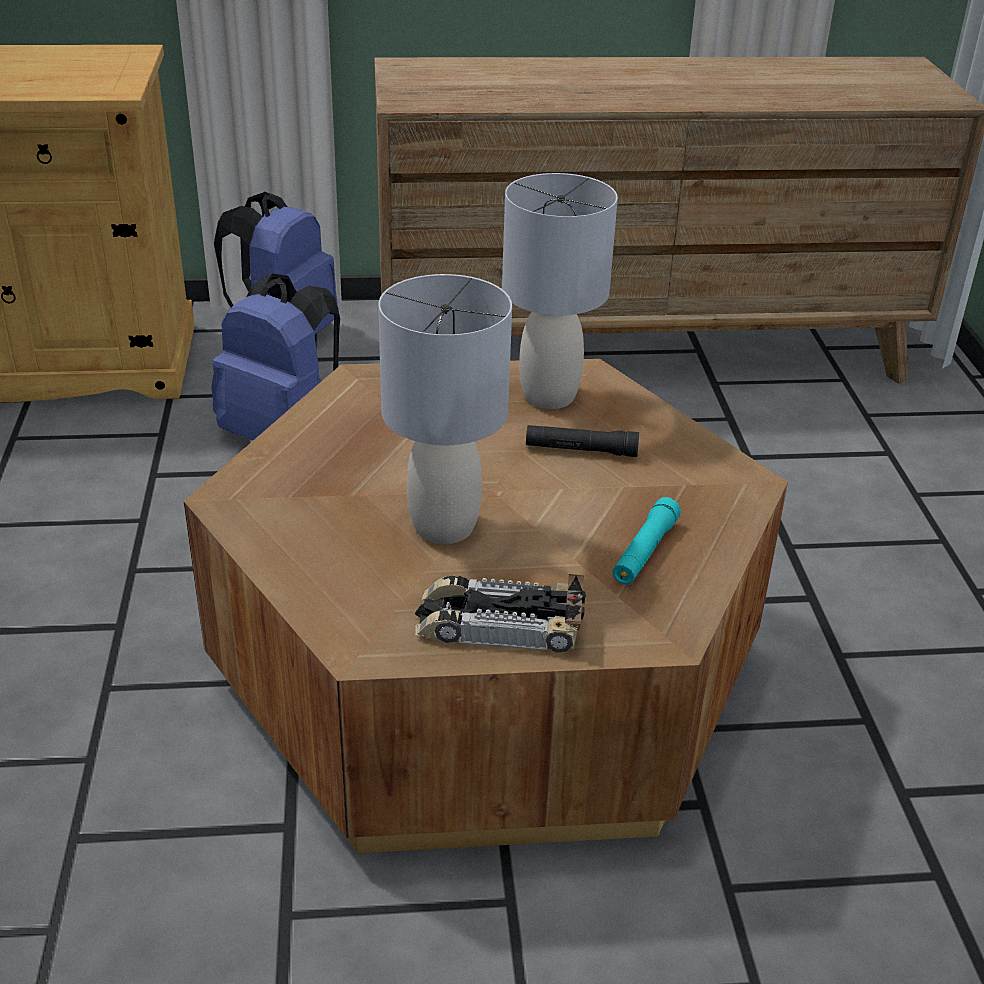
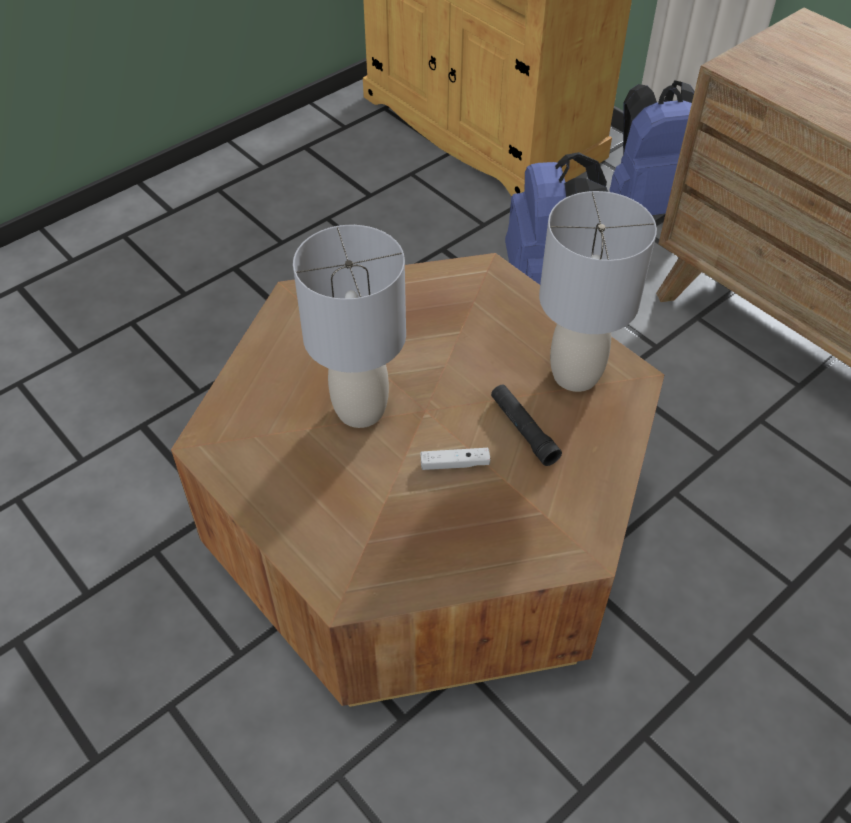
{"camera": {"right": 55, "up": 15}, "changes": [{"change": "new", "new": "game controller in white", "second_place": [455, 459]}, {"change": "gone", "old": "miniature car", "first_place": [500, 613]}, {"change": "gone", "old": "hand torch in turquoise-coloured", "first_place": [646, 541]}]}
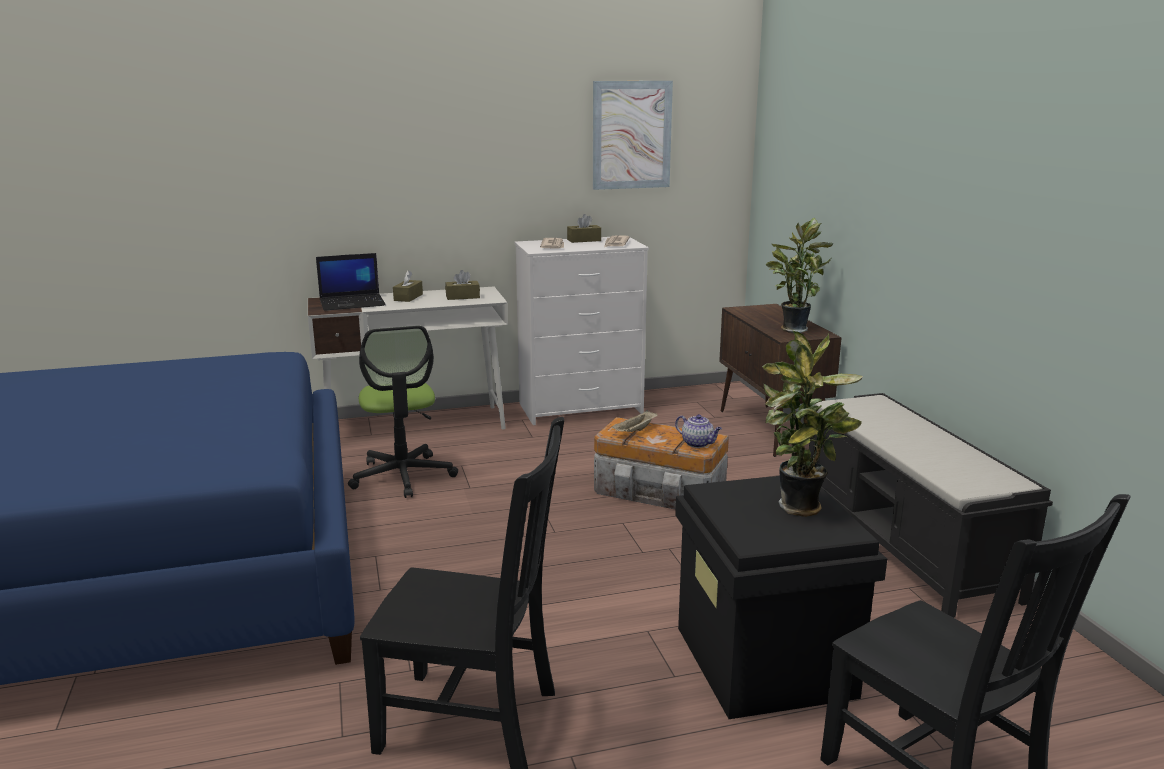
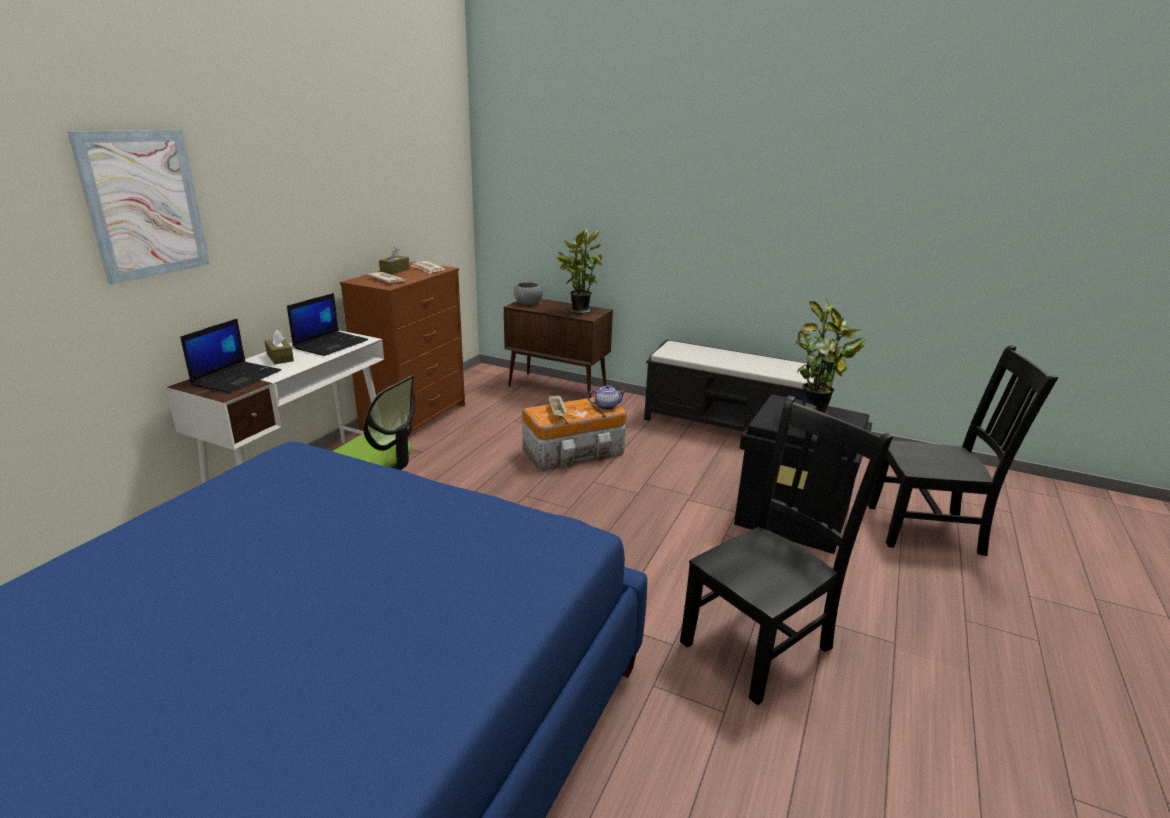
{"camera": {"right": -50, "up": 5}, "changes": [{"change": "shifted", "old": "wall picture", "first_place": [633, 135], "second_place": [138, 207]}, {"change": "swapped", "old": "tissue holder in brownish", "new": "notebook computer", "first_place": [462, 285], "second_place": [328, 324]}, {"change": "repainted", "old": "chest of drawers in white", "new": "chest of drawers in brownish", "first_place": [581, 331], "second_place": [402, 347]}, {"change": "new", "new": "bowl in grey", "second_place": [528, 293]}]}
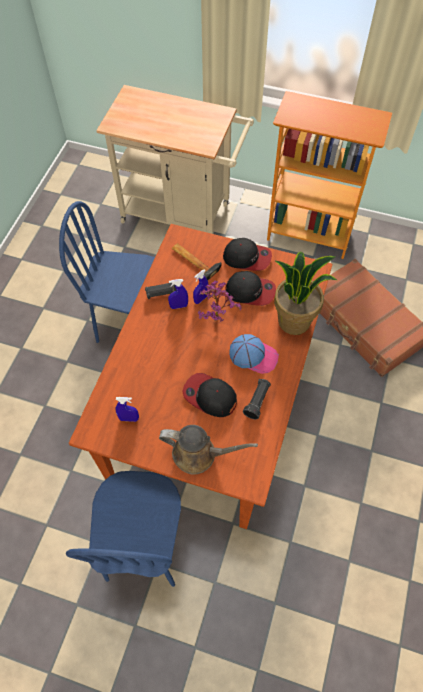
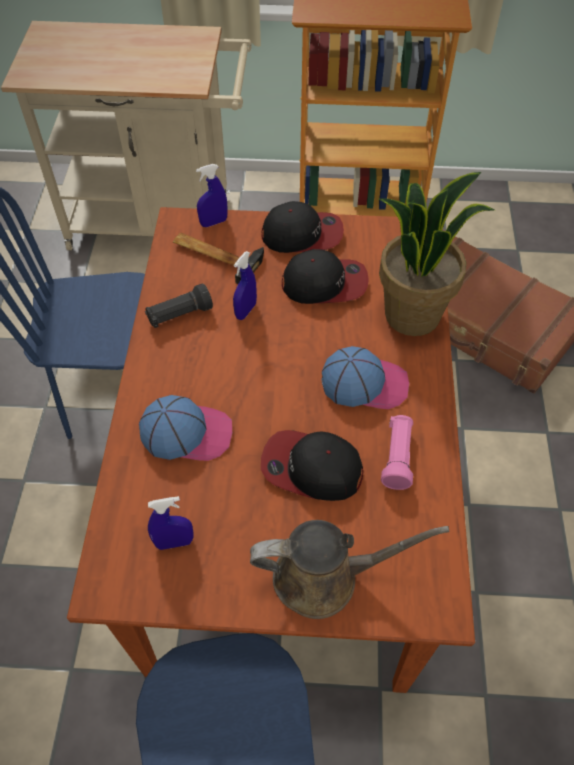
{"camera": {"right": -15, "up": -5}, "changes": [{"change": "new", "new": "baseball cap", "second_place": [185, 428]}, {"change": "shifted", "old": "spray bottle in blue", "first_place": [178, 294], "second_place": [212, 195]}, {"change": "repainted", "old": "hand torch in black-coloured", "new": "hand torch in pinkish", "first_place": [257, 399], "second_place": [397, 452]}, {"change": "gone", "old": "plant in a pot", "first_place": [219, 301]}]}
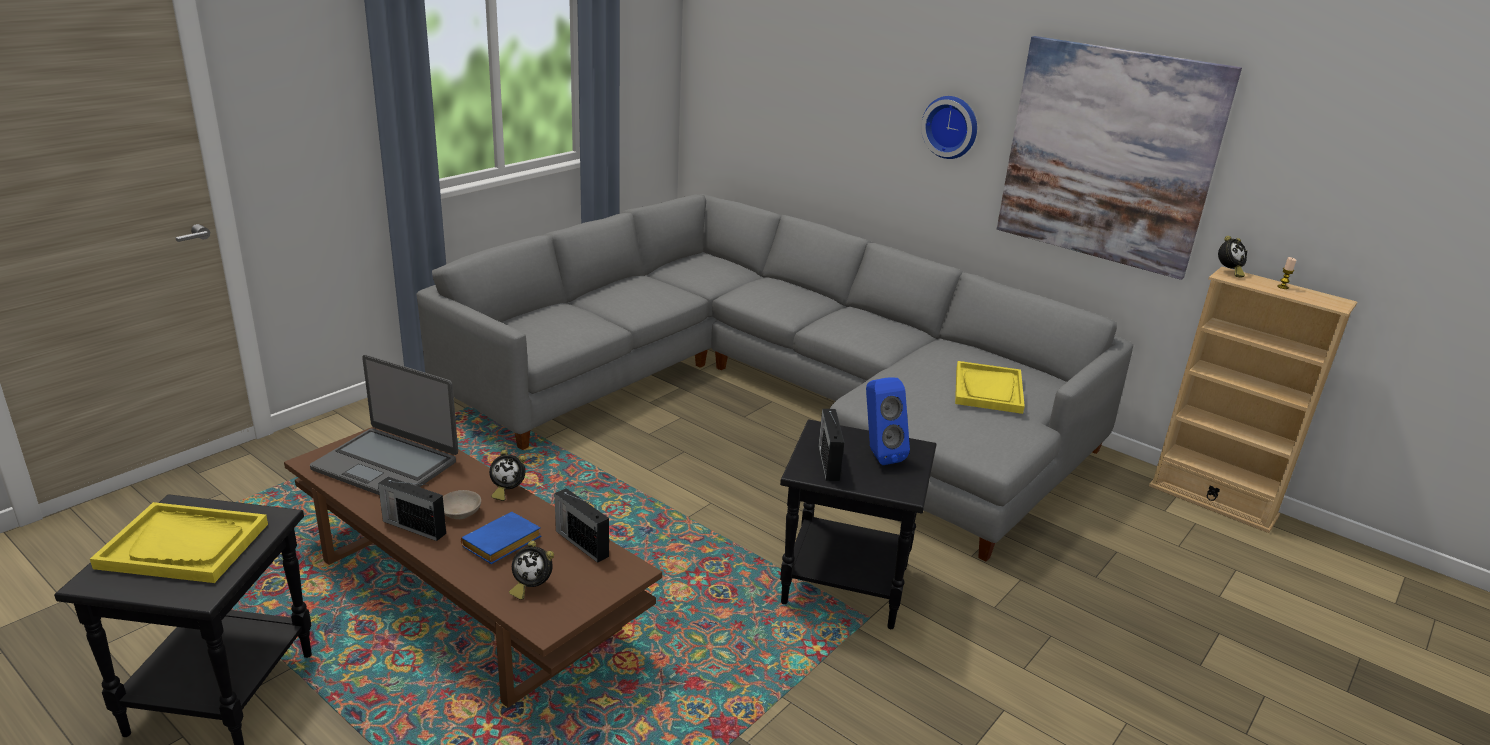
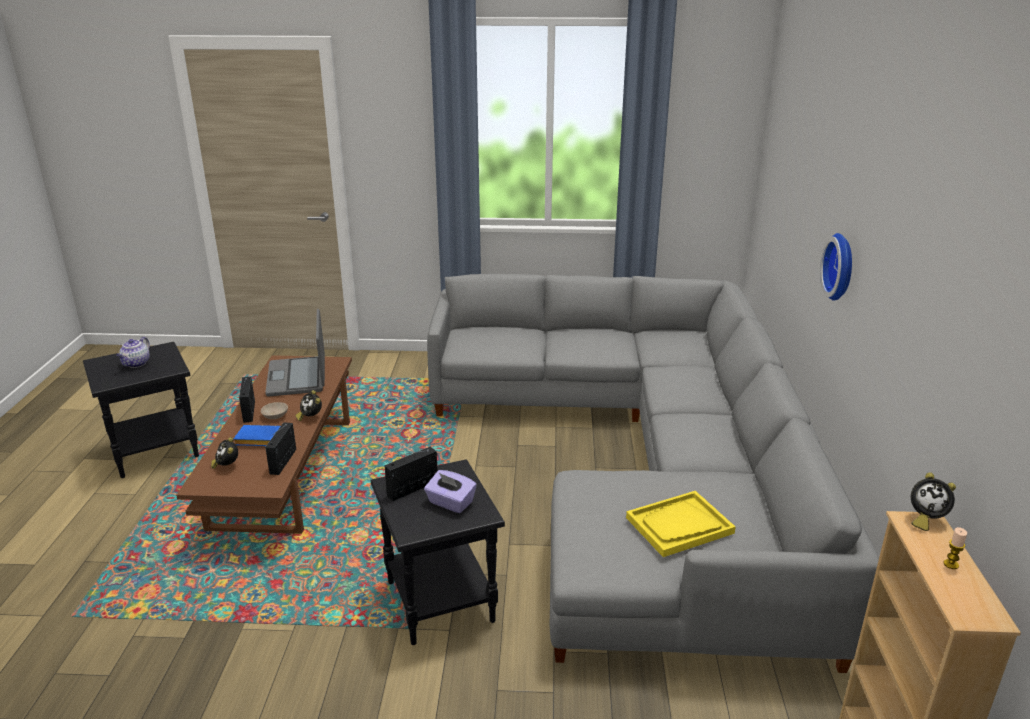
{"camera": {"right": 55, "up": 0}, "changes": [{"change": "swapped", "old": "tray in yellowish", "new": "teapot", "first_place": [179, 542], "second_place": [133, 352]}, {"change": "swapped", "old": "loudspeaker in blue", "new": "tissue holder in purplish", "first_place": [888, 421], "second_place": [450, 491]}, {"change": "gone", "old": "wall picture", "first_place": [1119, 158]}]}
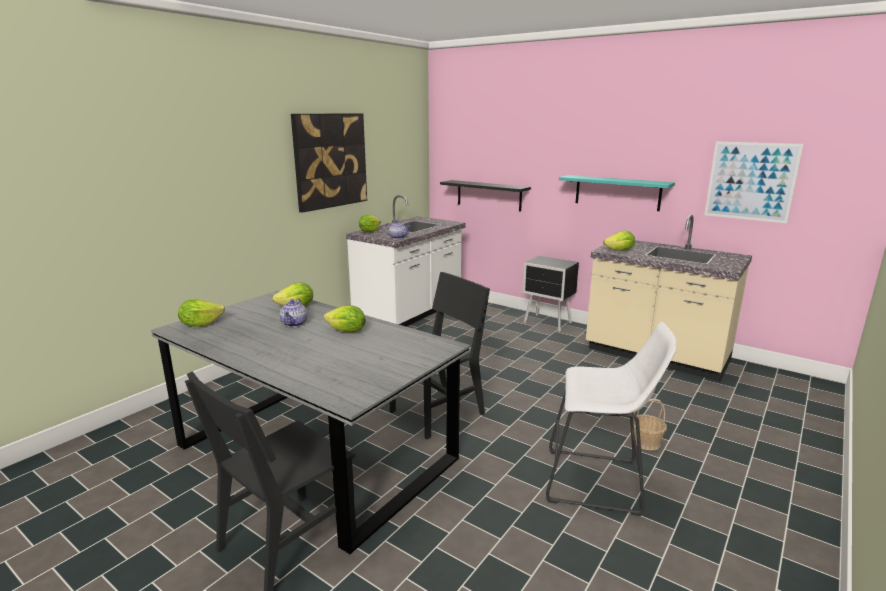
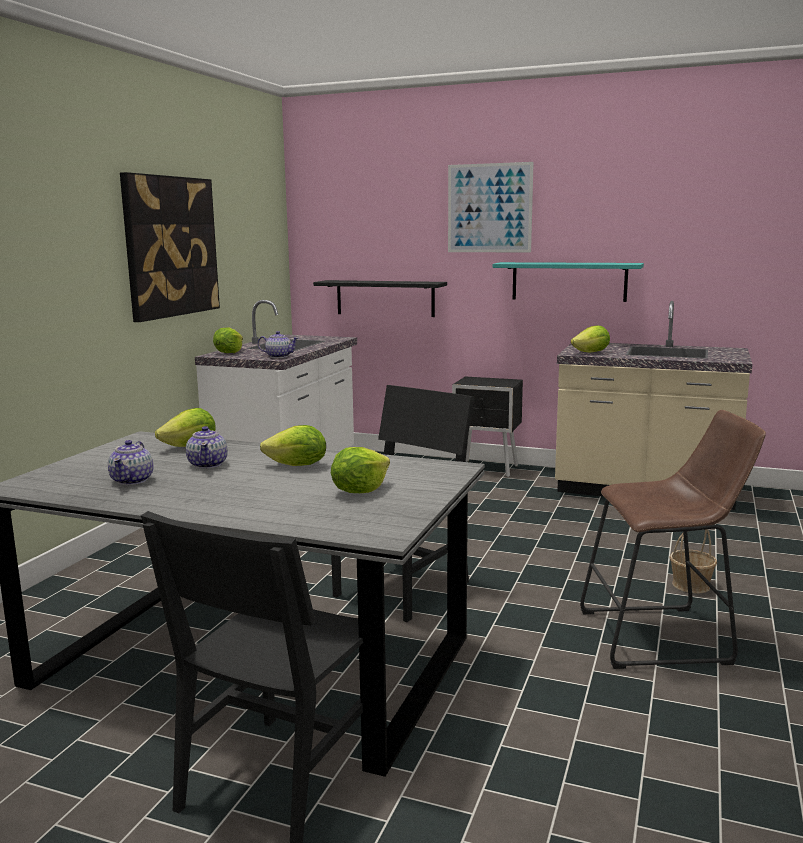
{"camera": {"right": -15, "up": -5}, "changes": [{"change": "new", "new": "teapot", "second_place": [130, 462]}, {"change": "shifted", "old": "head of lettuce", "first_place": [201, 313], "second_place": [360, 470]}, {"change": "shifted", "old": "wall picture", "first_place": [754, 182], "second_place": [491, 207]}, {"change": "repainted", "old": "stool seat in white", "new": "stool seat in brownish", "first_place": [611, 419], "second_place": [673, 539]}]}
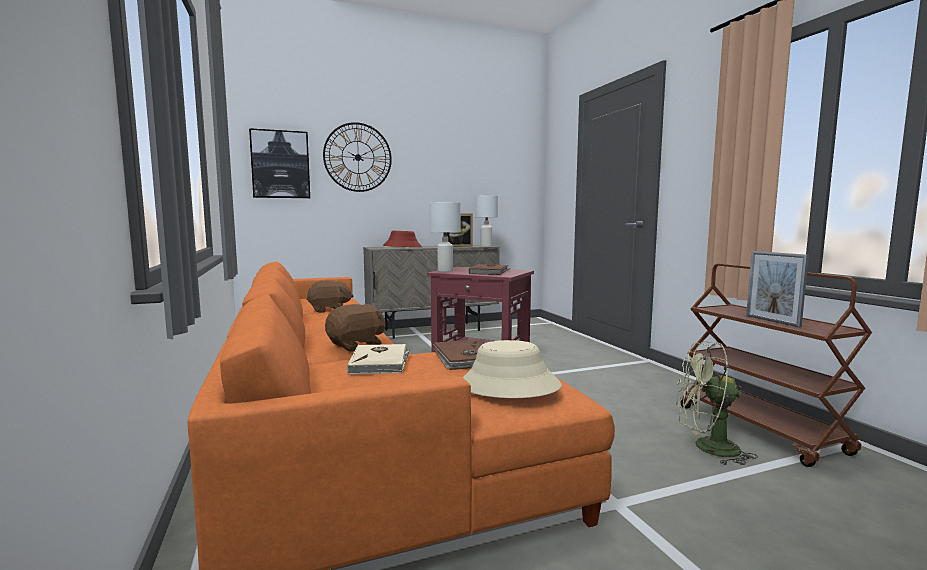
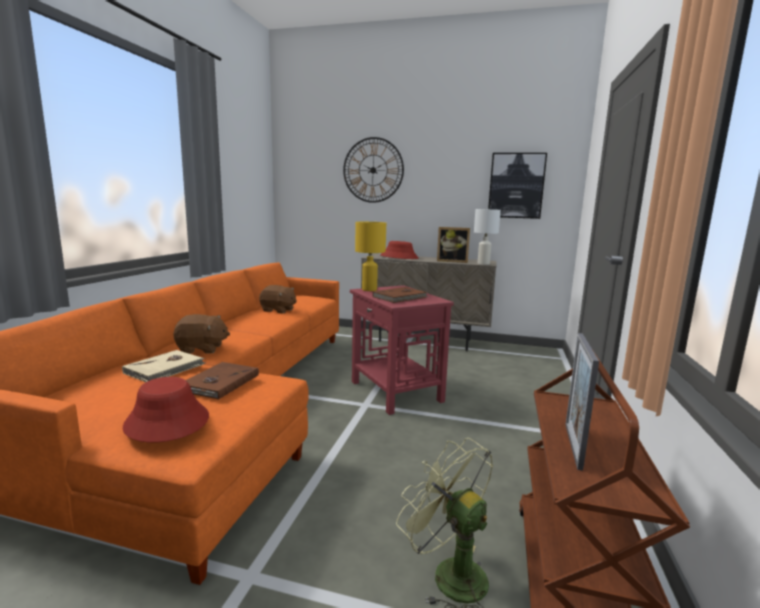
{"camera": {"right": 35, "up": 5}, "changes": [{"change": "repainted", "old": "hat in beige", "new": "hat in red", "first_place": [512, 369], "second_place": [166, 409]}, {"change": "repainted", "old": "tabletop lamp in white", "new": "tabletop lamp in yellowish", "first_place": [444, 237], "second_place": [370, 256]}, {"change": "shifted", "old": "wall picture", "first_place": [279, 163], "second_place": [517, 186]}]}
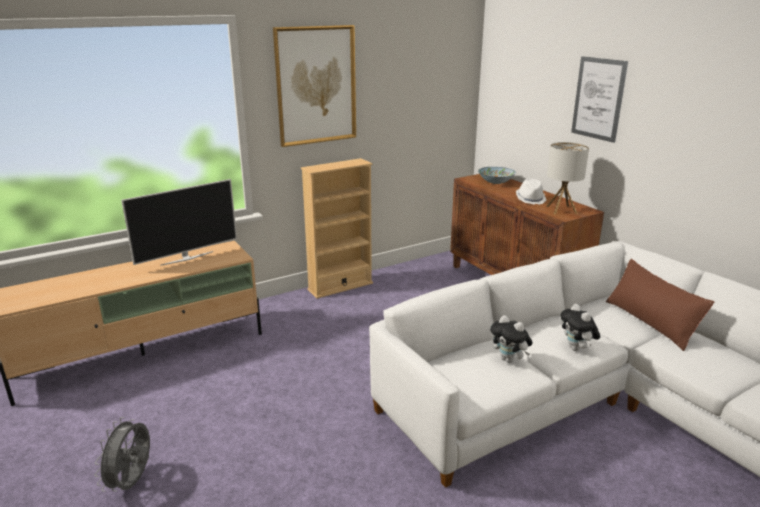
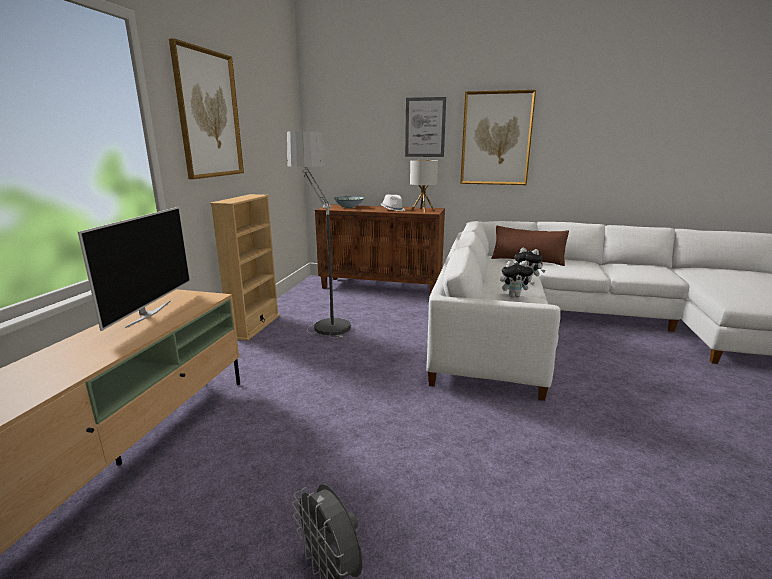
{"camera": {"right": -45, "up": -5}, "changes": [{"change": "new", "new": "floor lamp", "second_place": [319, 234]}, {"change": "new", "new": "wall picture", "second_place": [498, 137]}]}
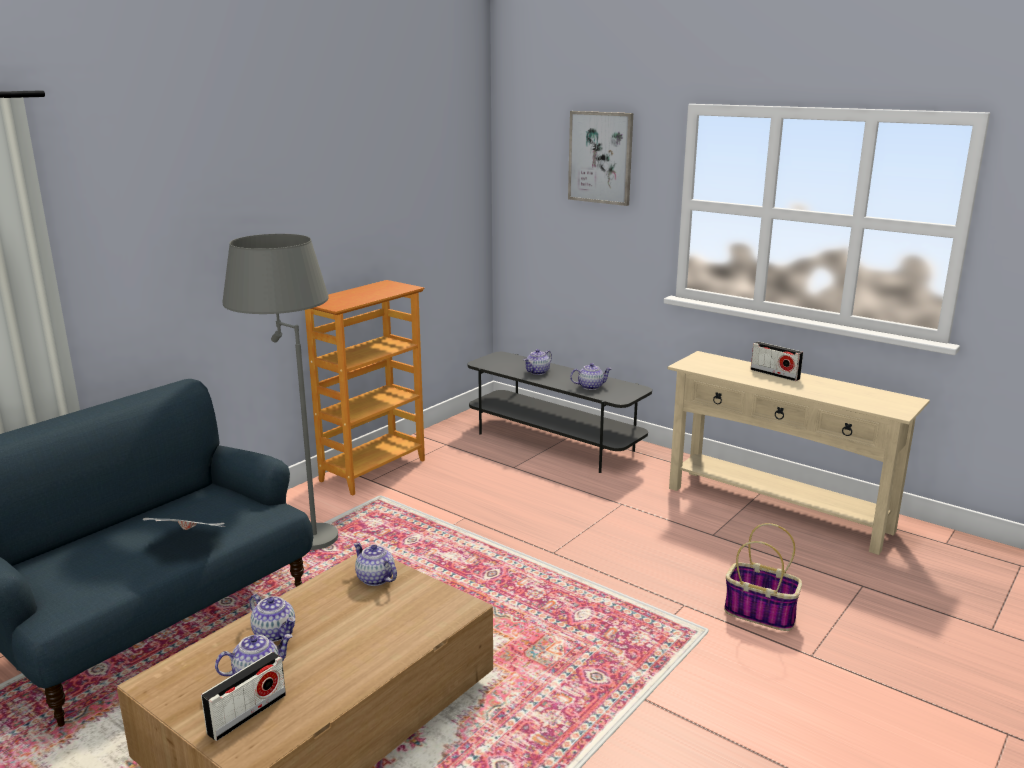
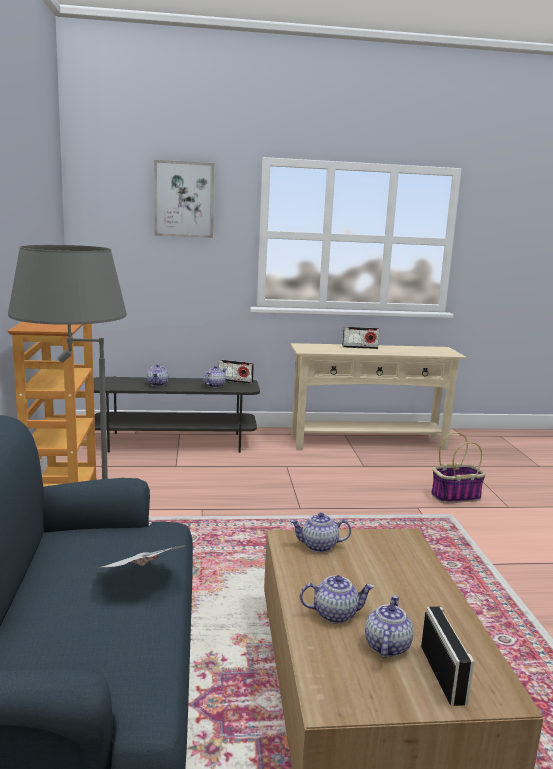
{"camera": {"right": -45, "up": -5}, "changes": [{"change": "new", "new": "radio receiver", "second_place": [236, 372]}]}
